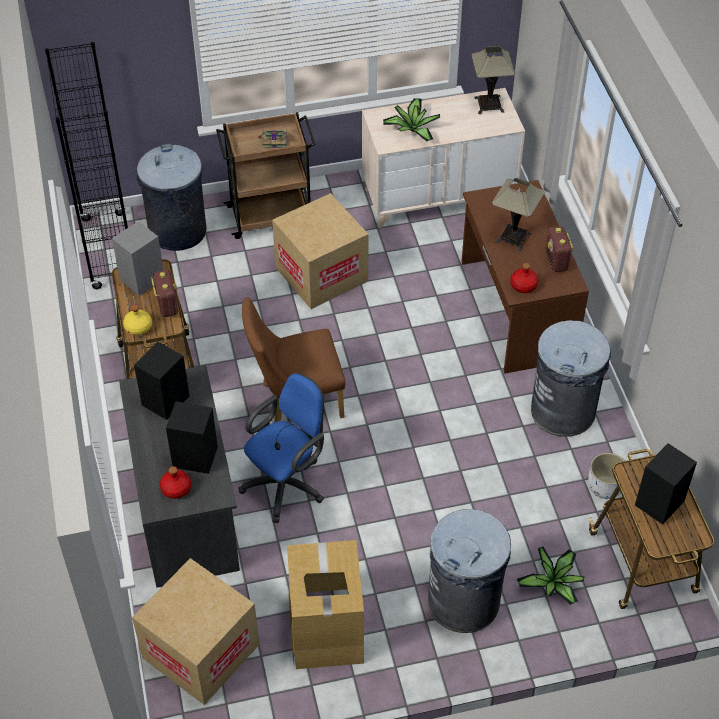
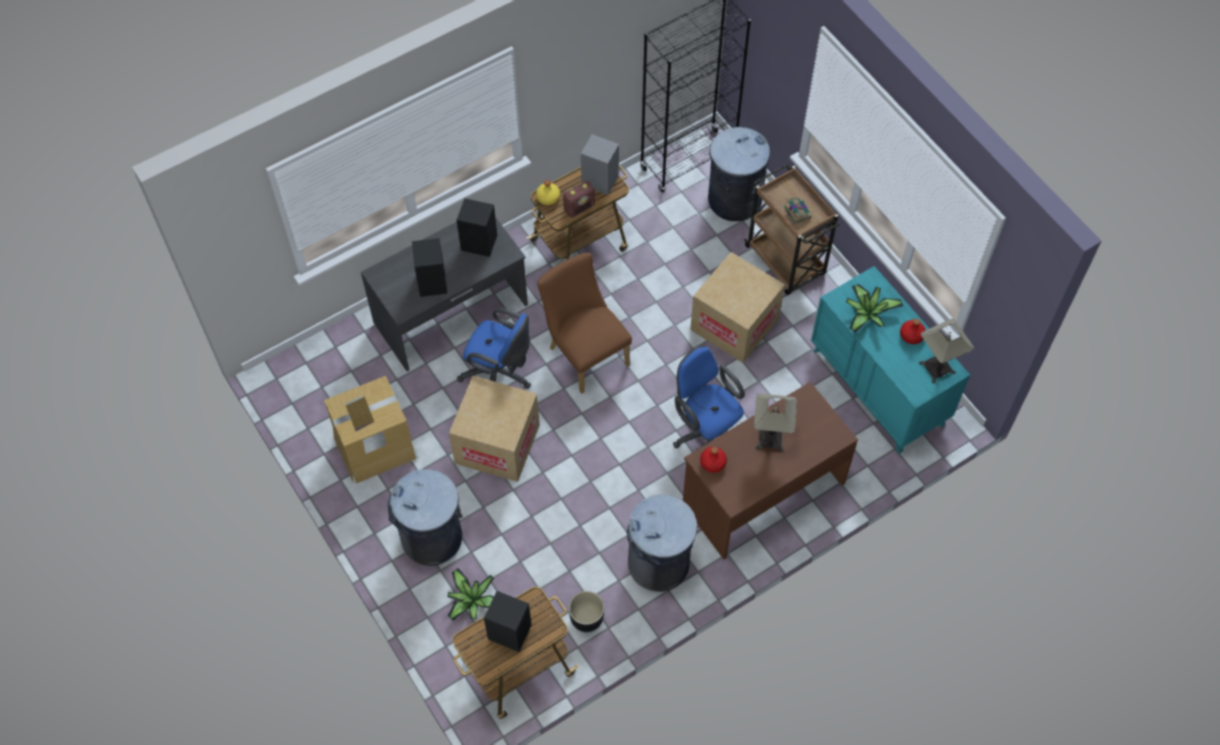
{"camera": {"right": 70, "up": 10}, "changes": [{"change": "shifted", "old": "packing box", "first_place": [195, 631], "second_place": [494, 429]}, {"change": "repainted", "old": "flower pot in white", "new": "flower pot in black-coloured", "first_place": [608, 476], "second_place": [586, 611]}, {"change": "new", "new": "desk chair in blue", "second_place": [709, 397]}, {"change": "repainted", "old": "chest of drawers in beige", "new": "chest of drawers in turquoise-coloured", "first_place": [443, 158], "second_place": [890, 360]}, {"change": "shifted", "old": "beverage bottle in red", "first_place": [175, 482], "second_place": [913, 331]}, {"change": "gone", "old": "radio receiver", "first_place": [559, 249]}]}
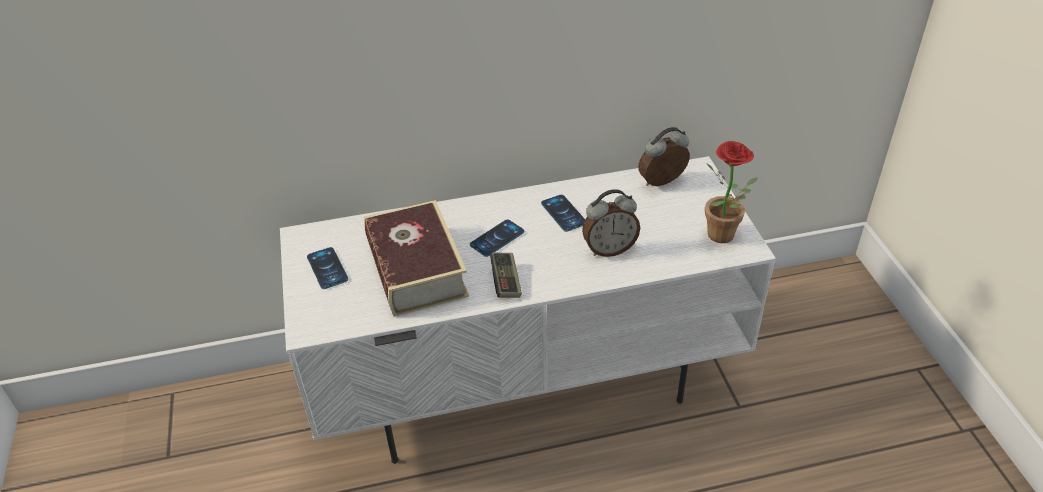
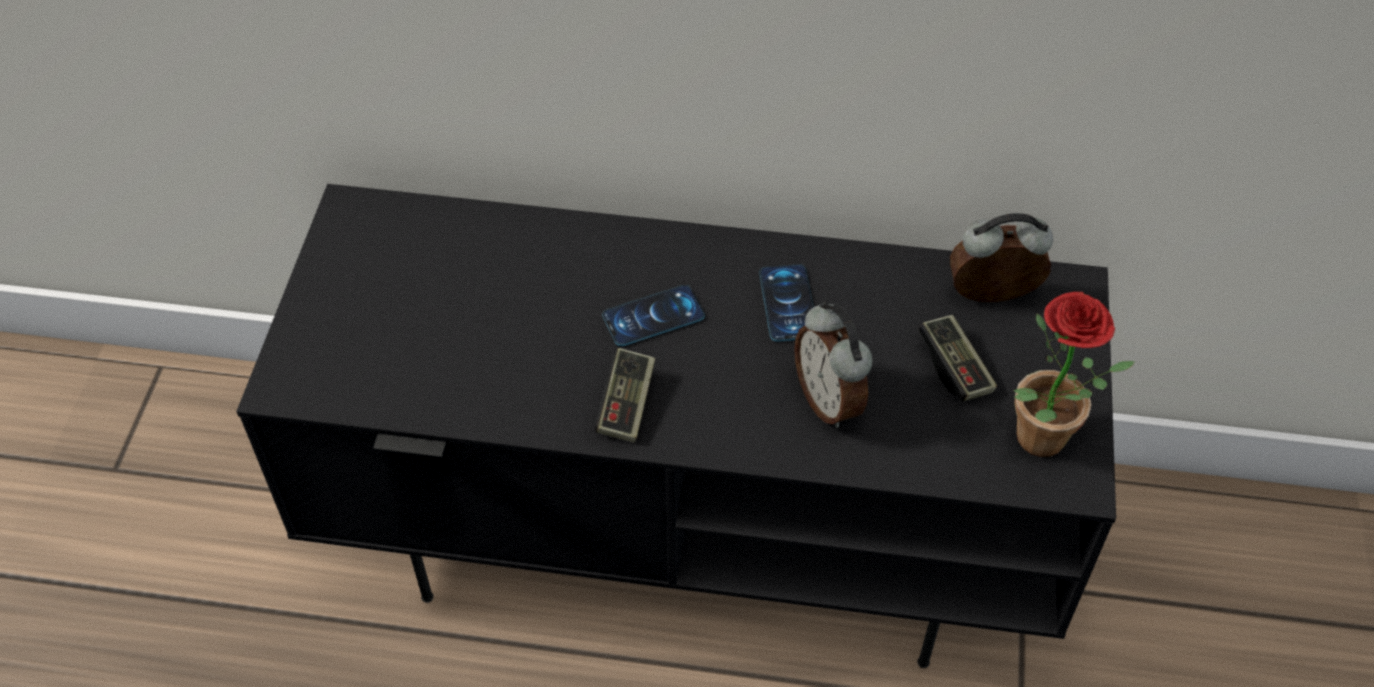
{"camera": {"right": 20, "up": 10}, "changes": [{"change": "repainted", "old": "media console in white", "new": "media console in black-coloured", "first_place": [528, 310], "second_place": [676, 426]}, {"change": "rotated", "old": "bedside clock", "first_place": [611, 223], "second_place": [833, 364], "degrees": 60}, {"change": "new", "new": "game controller", "second_place": [957, 358]}, {"change": "gone", "old": "telephone", "first_place": [327, 268]}, {"change": "gone", "old": "bound book", "first_place": [416, 258]}]}
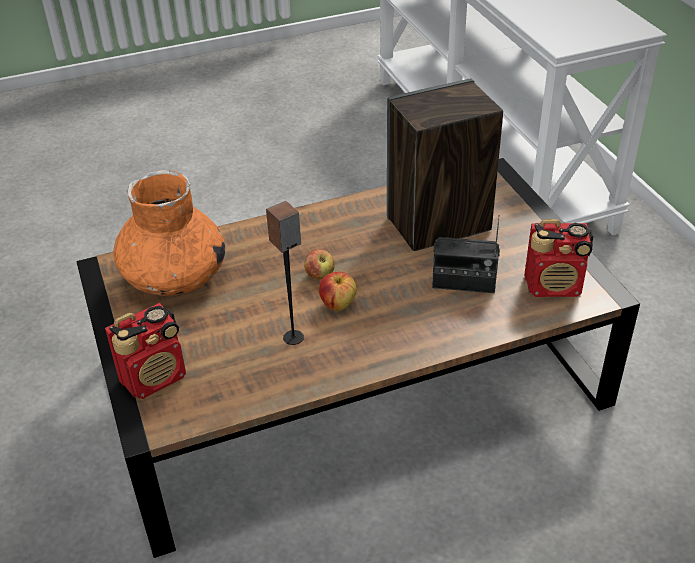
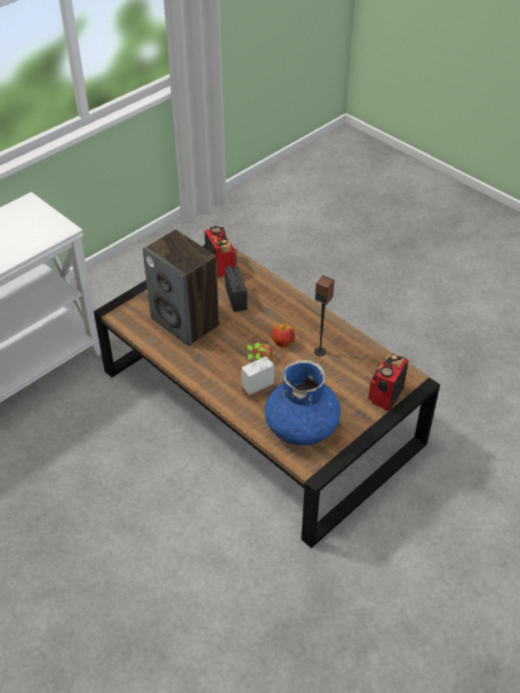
{"camera": {"right": -115, "up": 5}, "changes": [{"change": "new", "new": "plant in a pot", "second_place": [257, 371]}, {"change": "repainted", "old": "vase in orange", "new": "vase in blue", "first_place": [169, 233], "second_place": [303, 402]}, {"change": "rotated", "old": "radio receiver", "first_place": [145, 351], "second_place": [388, 383], "degrees": -90}]}
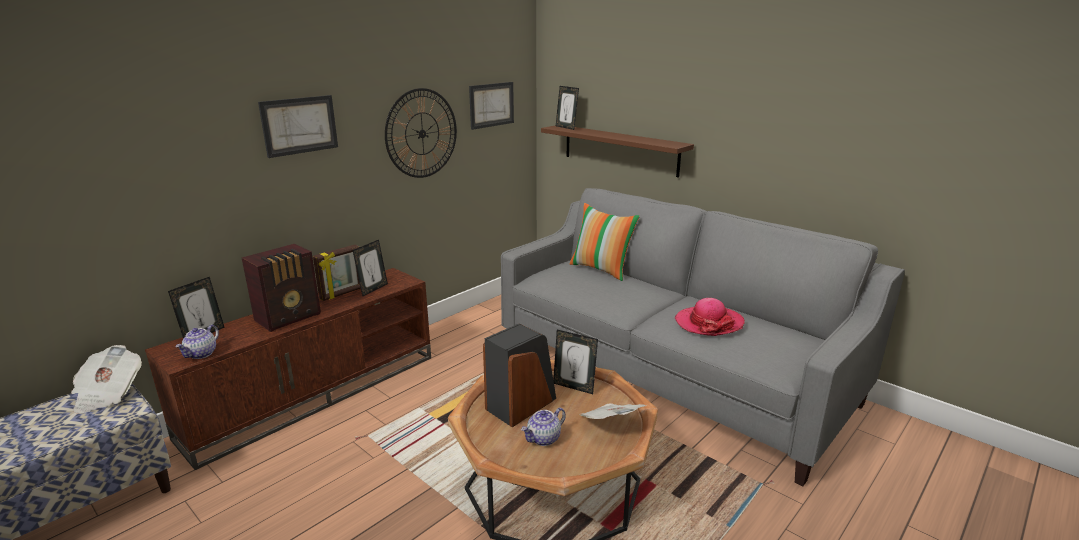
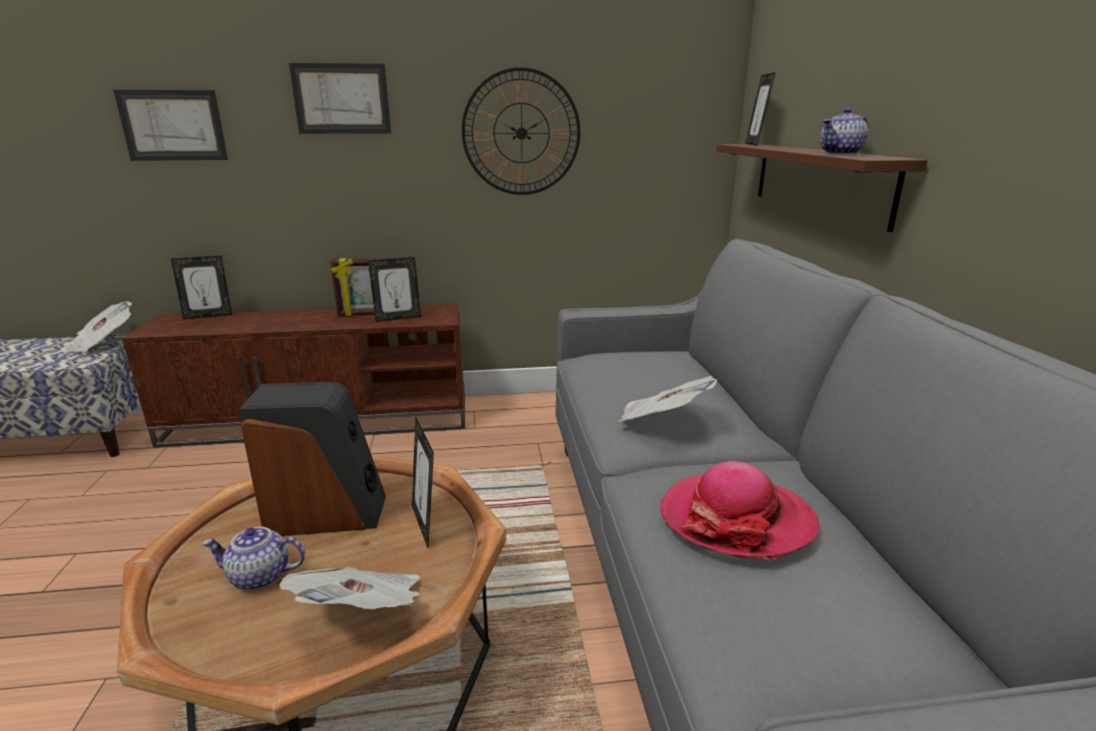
{"camera": {"right": 40, "up": 0}, "changes": [{"change": "shifted", "old": "wall picture", "first_place": [491, 106], "second_place": [170, 125]}, {"change": "new", "new": "daily paper", "second_place": [667, 399]}, {"change": "shifted", "old": "teapot", "first_place": [197, 341], "second_place": [844, 131]}, {"change": "gone", "old": "radio receiver", "first_place": [281, 288]}, {"change": "gone", "old": "cushion", "first_place": [605, 242]}]}
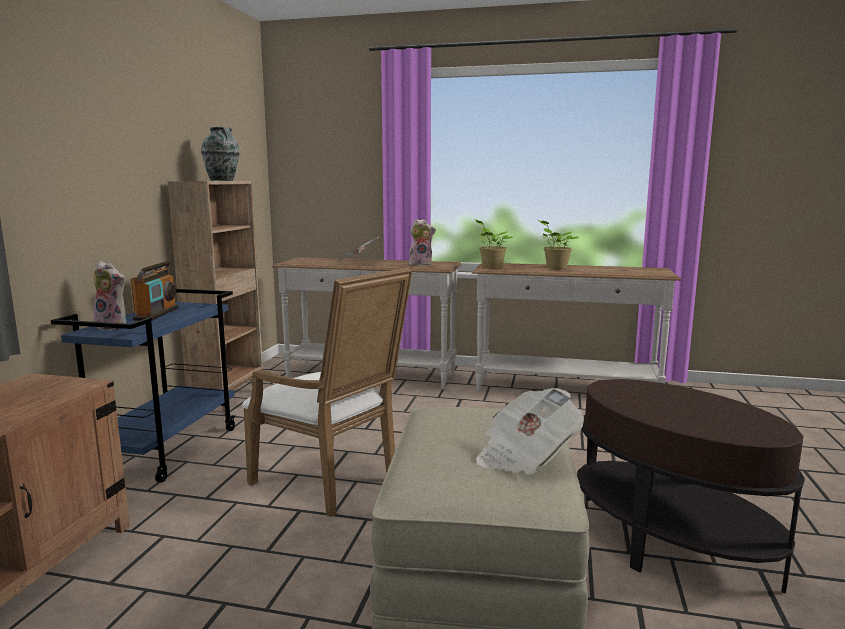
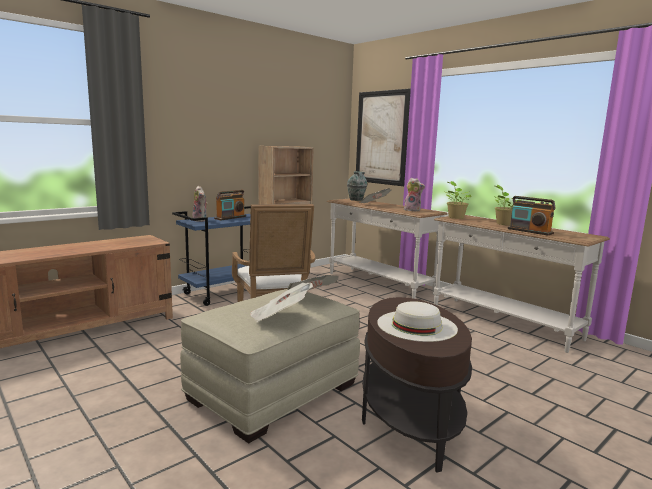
{"camera": {"right": 35, "up": 0}, "changes": [{"change": "new", "new": "daily paper", "second_place": [313, 282]}, {"change": "shifted", "old": "vase", "first_place": [220, 154], "second_place": [357, 186]}, {"change": "new", "new": "wall picture", "second_place": [383, 137]}, {"change": "new", "new": "hat in white", "second_place": [417, 321]}, {"change": "new", "new": "radio receiver", "second_place": [531, 215]}]}
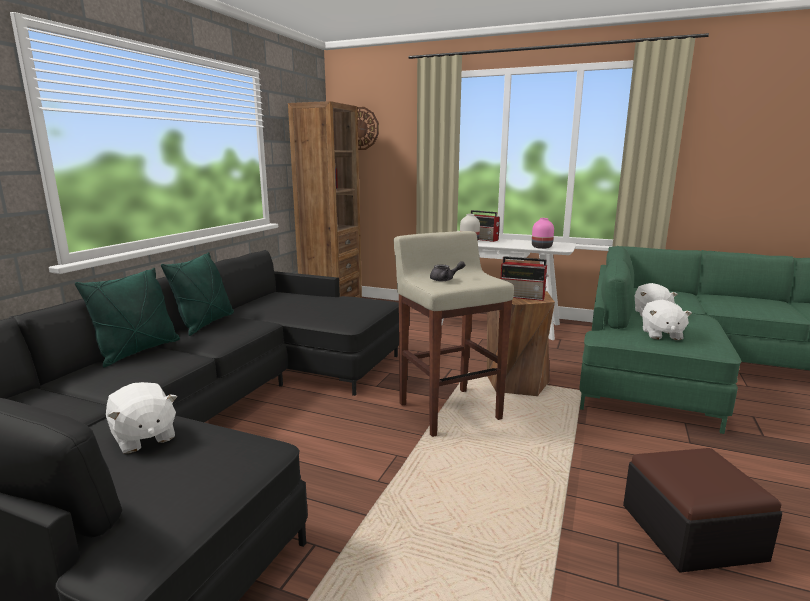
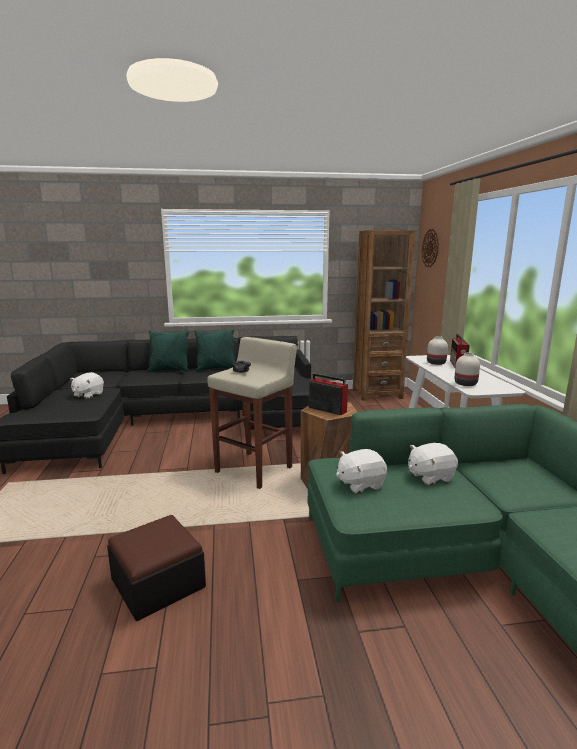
{"camera": {"right": 60, "up": 0}, "changes": [{"change": "rotated", "old": "radio receiver", "first_place": [525, 278], "second_place": [328, 394], "degrees": 135}, {"change": "repainted", "old": "vase in pinkish", "new": "vase in white", "first_place": [543, 233], "second_place": [467, 369]}]}
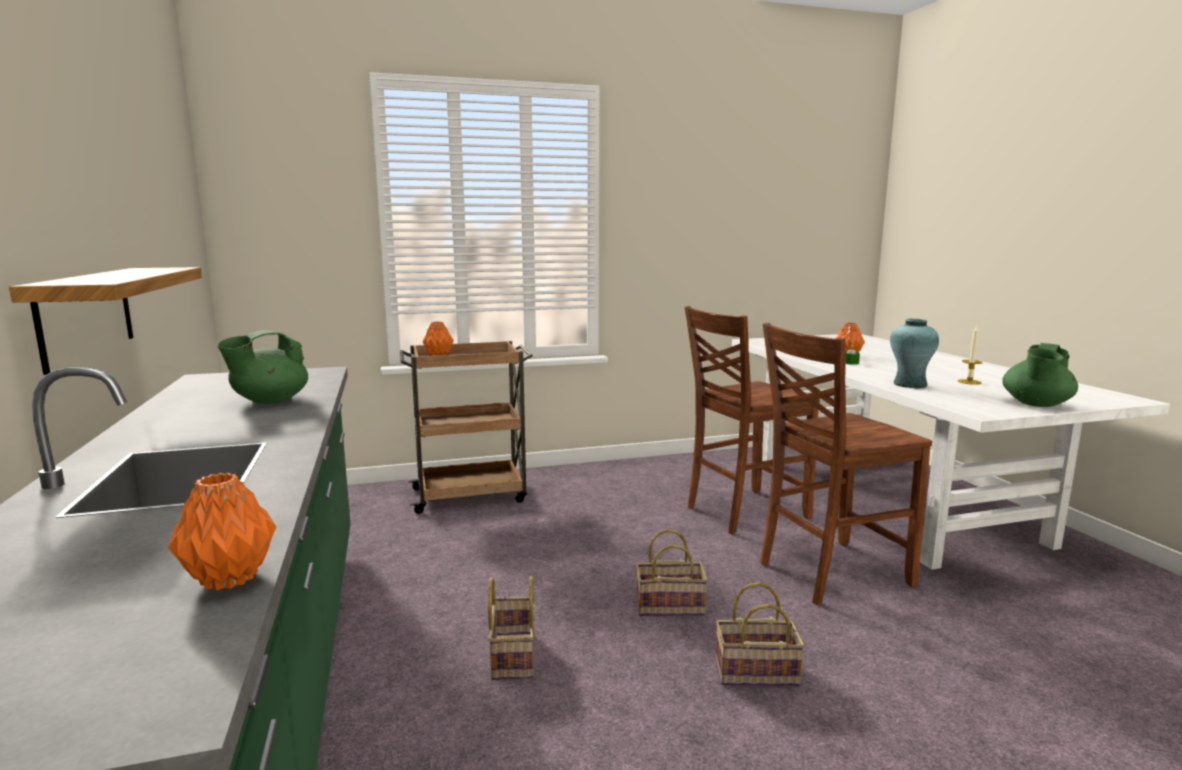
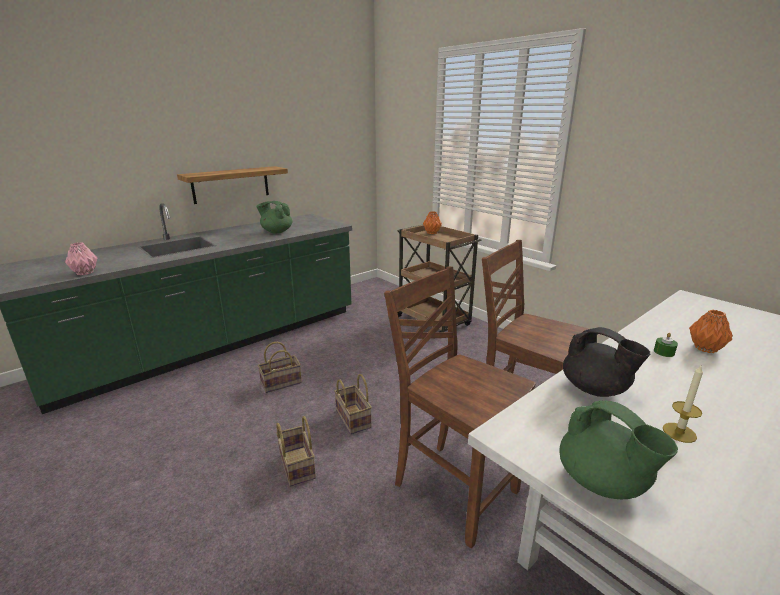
{"camera": {"right": 65, "up": 10}, "changes": [{"change": "repainted", "old": "vase in orange", "new": "vase in pinkish", "first_place": [222, 531], "second_place": [81, 258]}, {"change": "rotated", "old": "teapot in green-coloured", "first_place": [1040, 375], "second_place": [619, 449], "degrees": -135}, {"change": "swapped", "old": "vase in turquoise-coloured", "new": "teapot in black-coloured", "first_place": [914, 353], "second_place": [606, 362]}]}
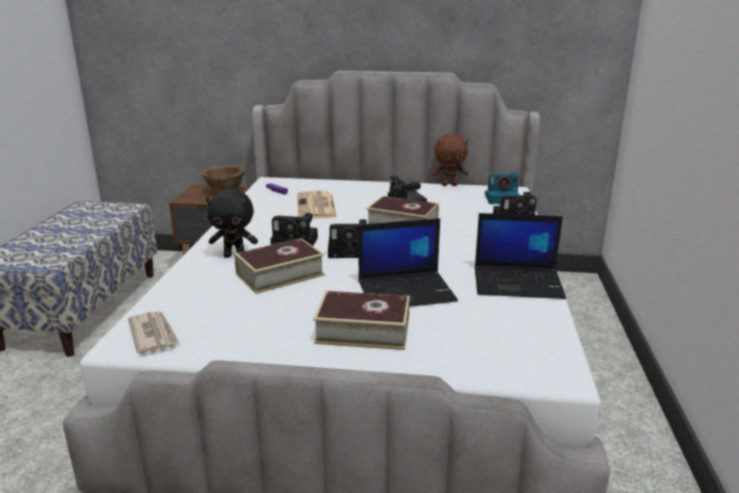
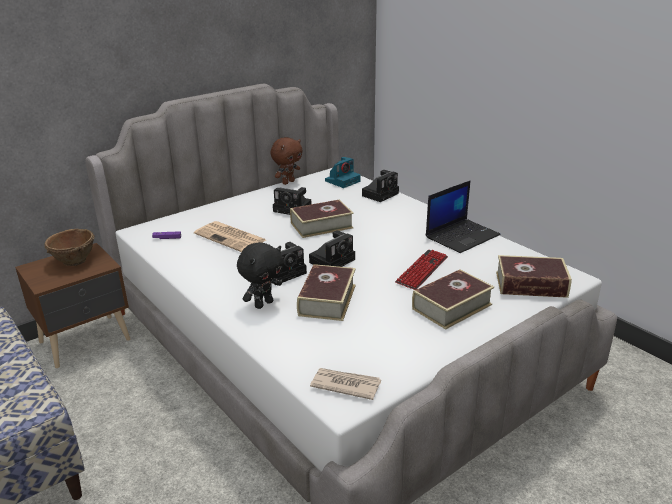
{"camera": {"right": -45, "up": 5}, "changes": [{"change": "swapped", "old": "notebook computer", "new": "keyboard", "first_place": [408, 262], "second_place": [421, 270]}, {"change": "new", "new": "bound book", "second_place": [534, 276]}]}
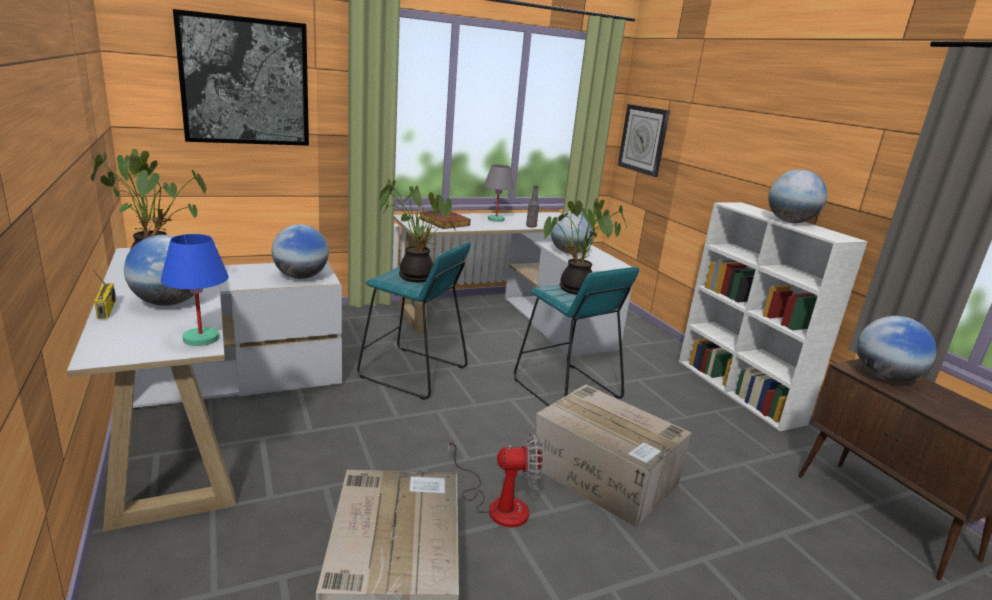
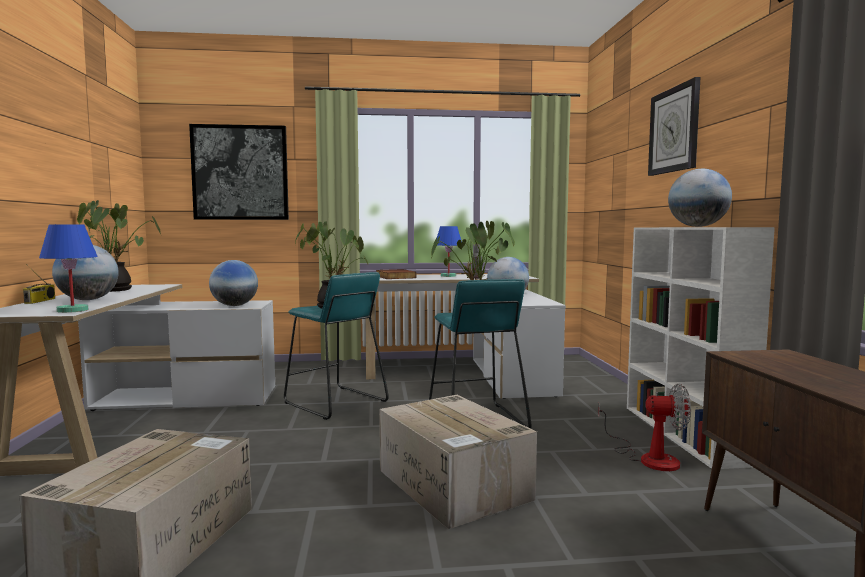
{"camera": {"right": 20, "up": -15}, "changes": [{"change": "repainted", "old": "tabletop lamp in grey", "new": "tabletop lamp in blue", "first_place": [499, 193], "second_place": [449, 251]}, {"change": "shifted", "old": "fan", "first_place": [496, 480], "second_place": [644, 427]}, {"change": "shifted", "old": "wall clock", "first_place": [644, 140], "second_place": [674, 126]}, {"change": "gone", "old": "world globe", "first_place": [897, 349]}]}
